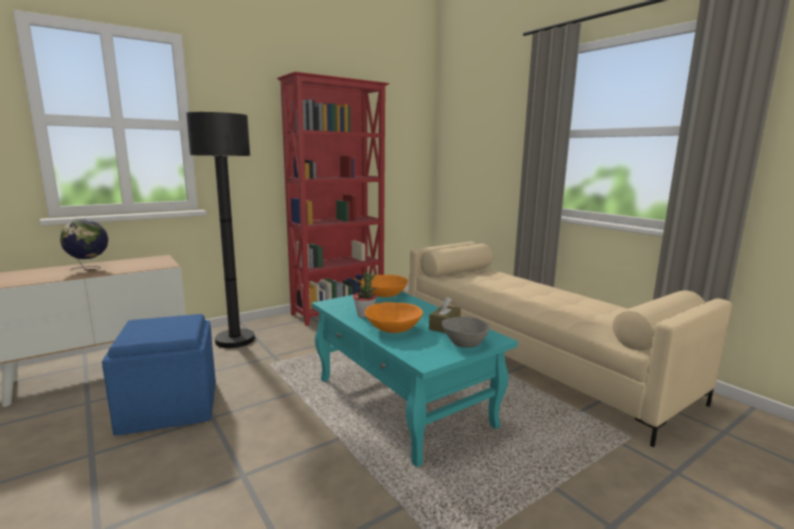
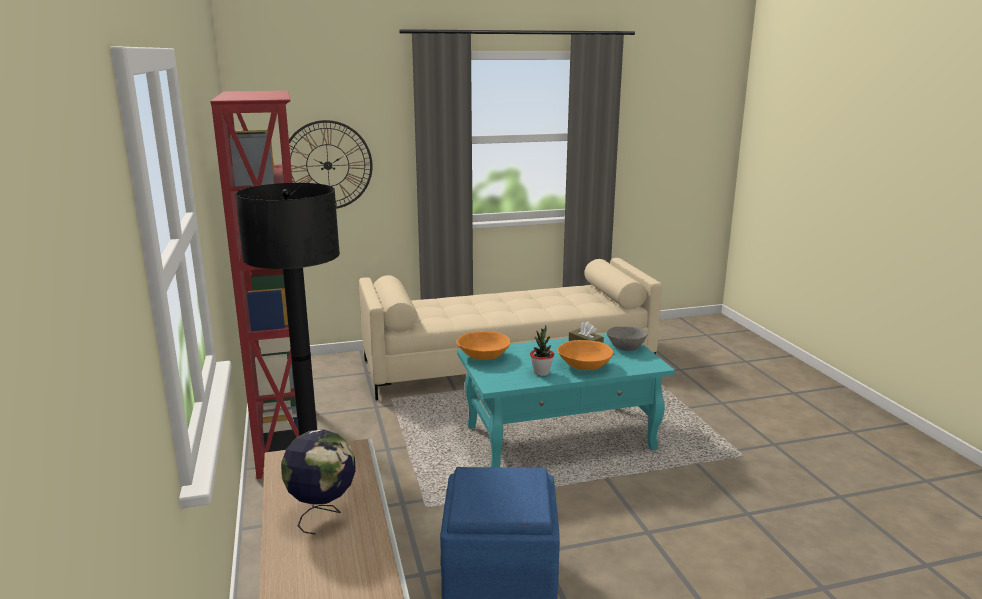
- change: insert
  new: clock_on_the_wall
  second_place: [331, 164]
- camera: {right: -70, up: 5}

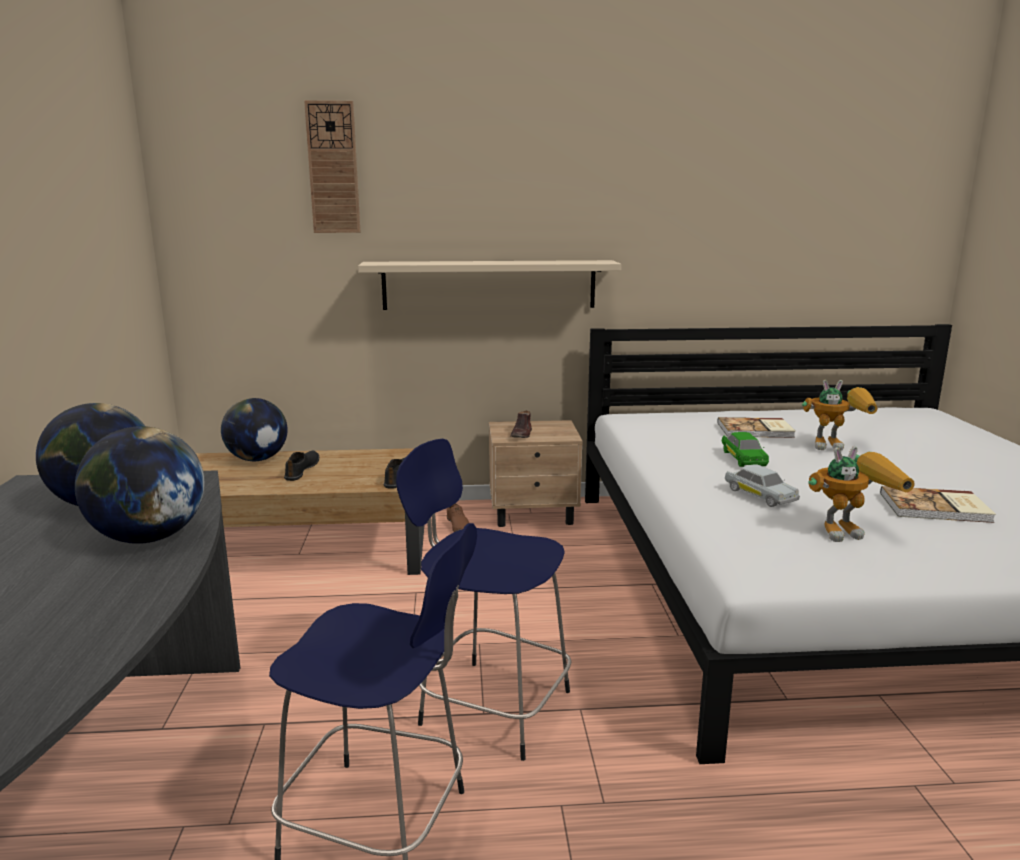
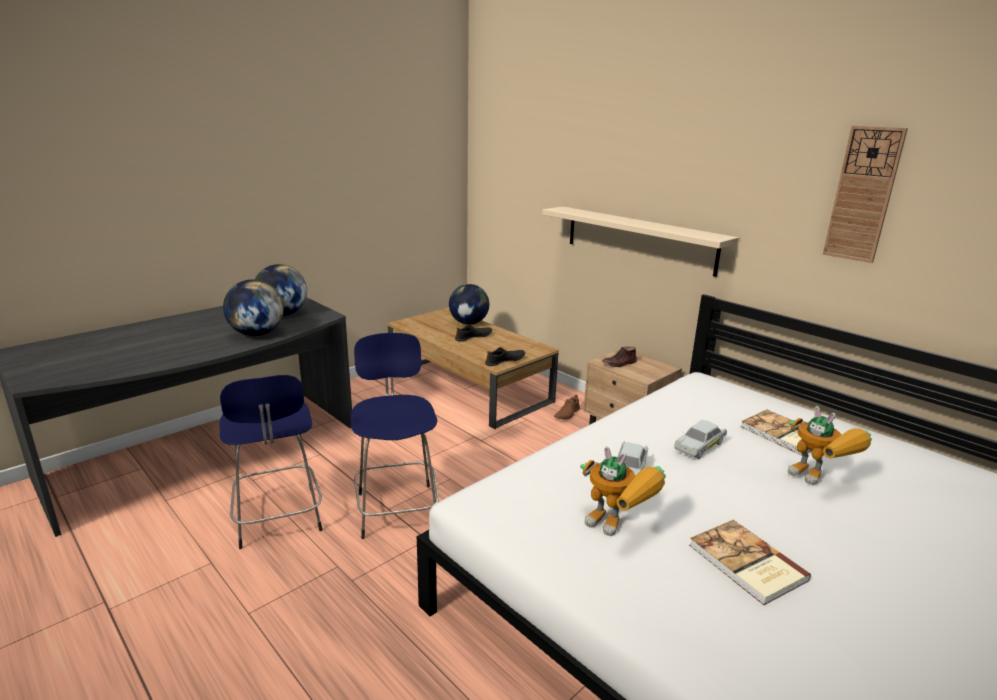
- change: move
  old: clock_on_the_wall
  first_place: [332, 166]
  second_place: [865, 194]
- change: recolor
  old: greenish_model_car
  new: white_model_car
  first_place: [745, 449]
  second_place: [700, 439]
- camera: {right: 50, up: 5}

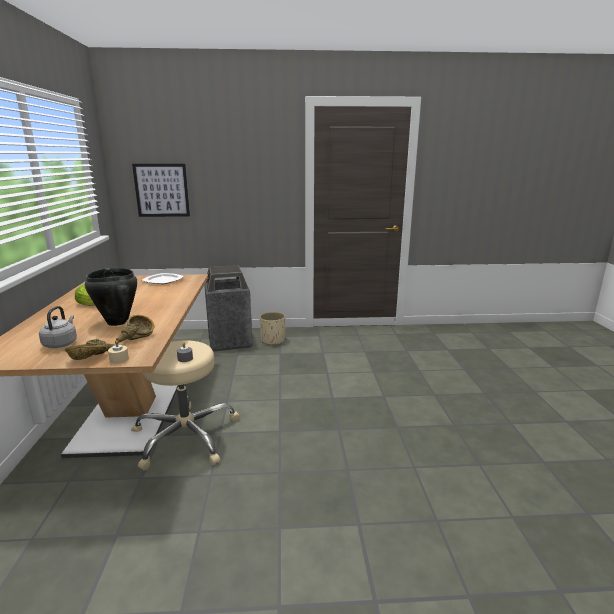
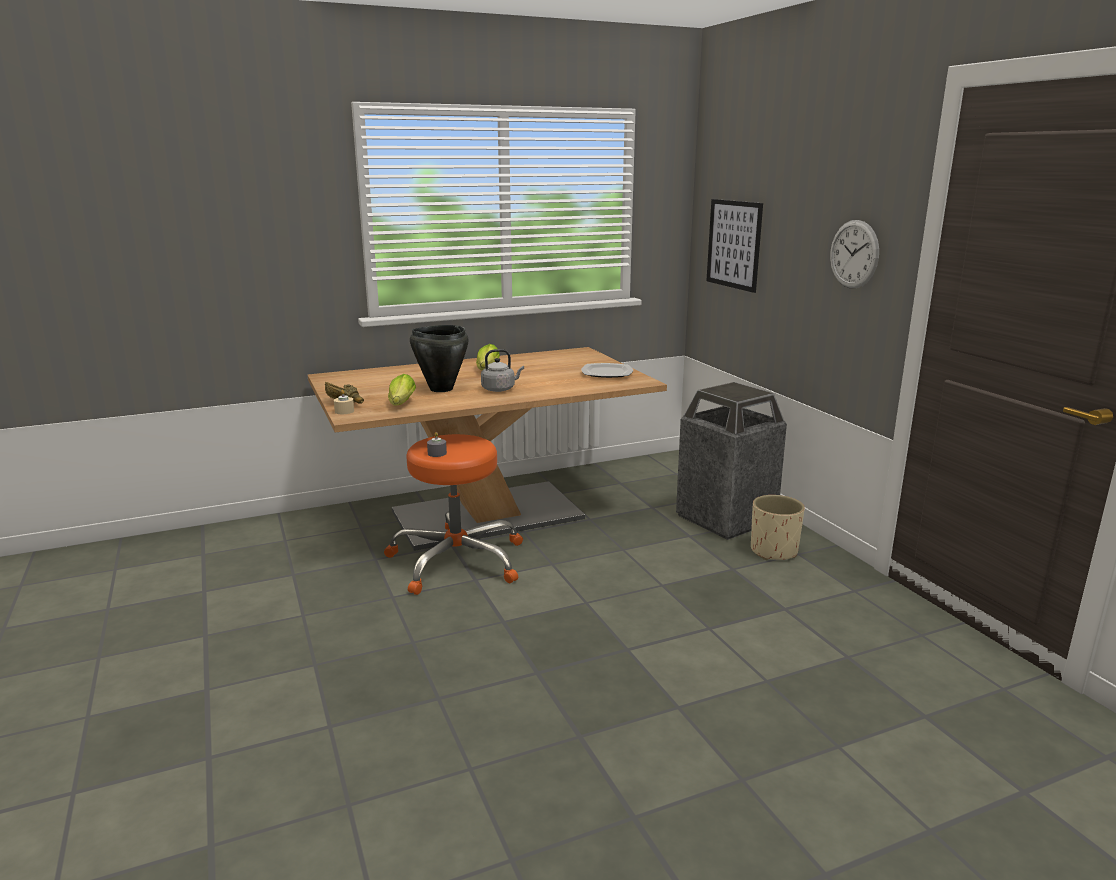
- change: move
  old: greyish_water_kettle
  first_place: [58, 327]
  second_place: [502, 370]
- change: replace
  old: brown_bowl
  new: lettuce
  first_place: [135, 329]
  second_place: [402, 390]
- change: recolor
  old: beige_stool
  new: orange-coloured_stool
  first_place: [185, 405]
  second_place: [453, 514]
- change: insert
  new: clock_on_the_wall
  second_place: [854, 254]
- camera: {right: 70, up: 0}

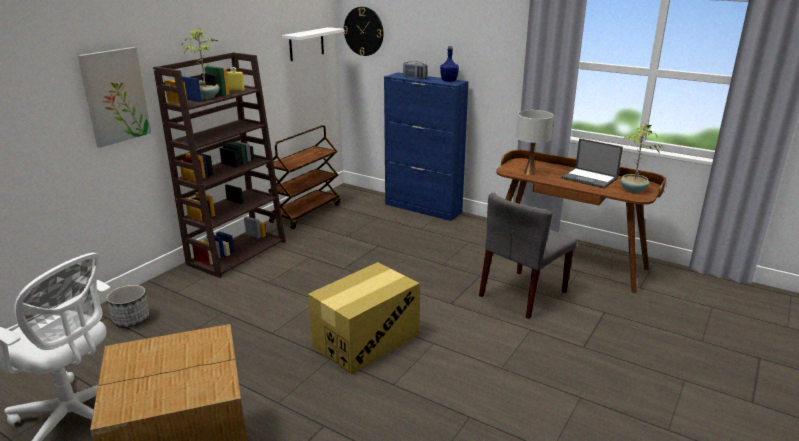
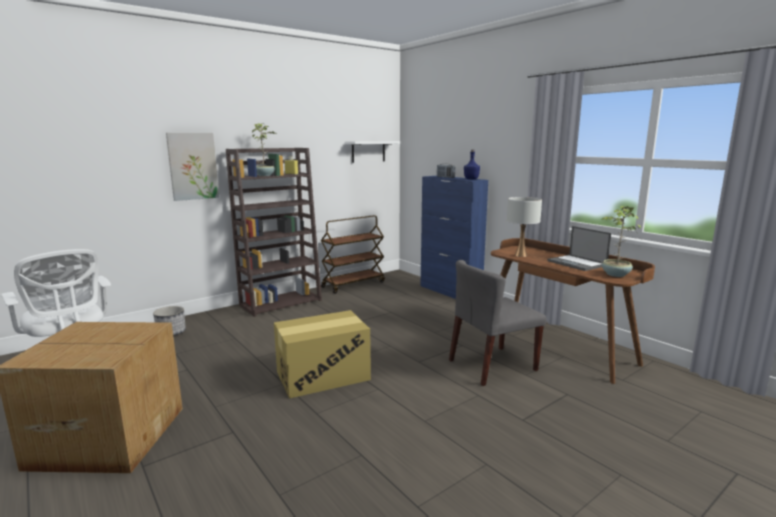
- change: delete
  old: clock_on_the_wall
  first_place: [363, 31]
- camera: {right: 20, up: -10}

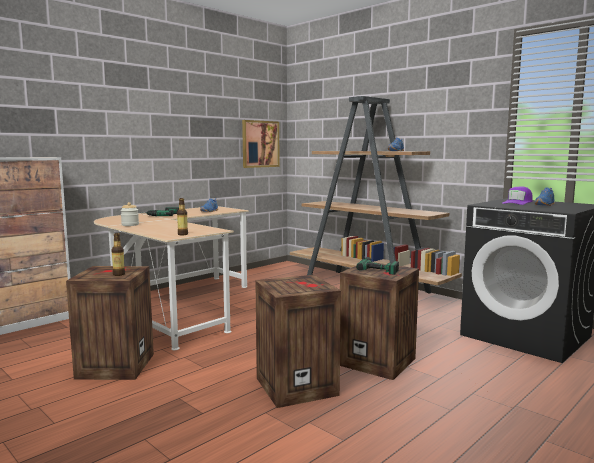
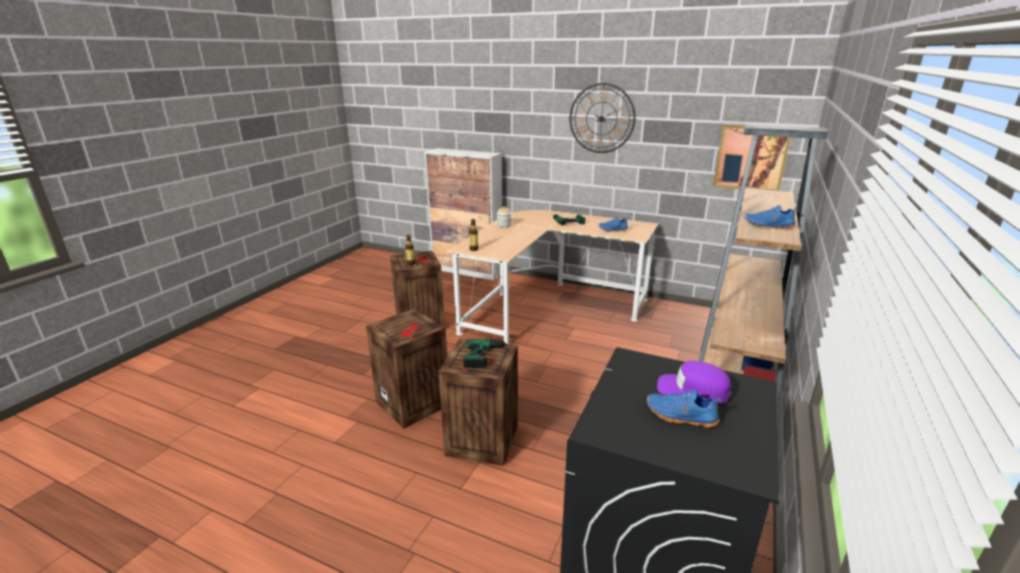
- change: insert
  new: clock_on_the_wall
  second_place: [603, 118]
- camera: {right: 70, up: 15}

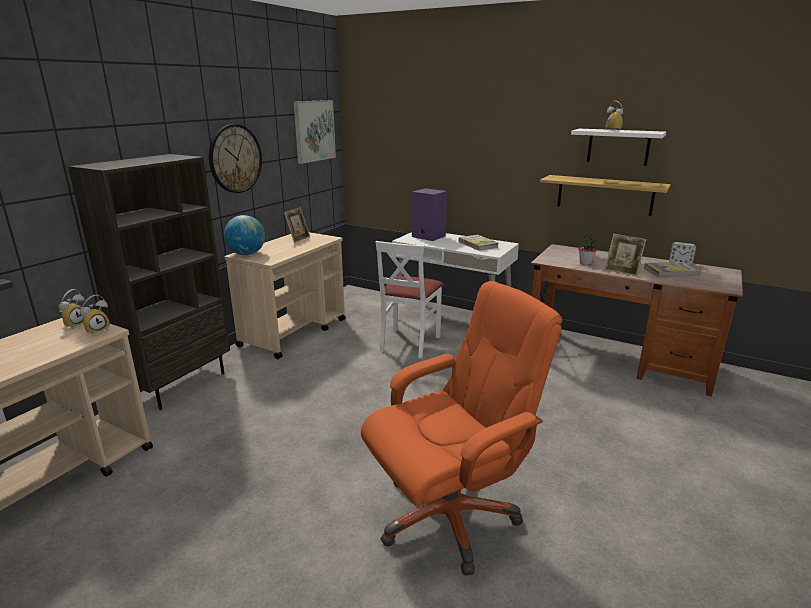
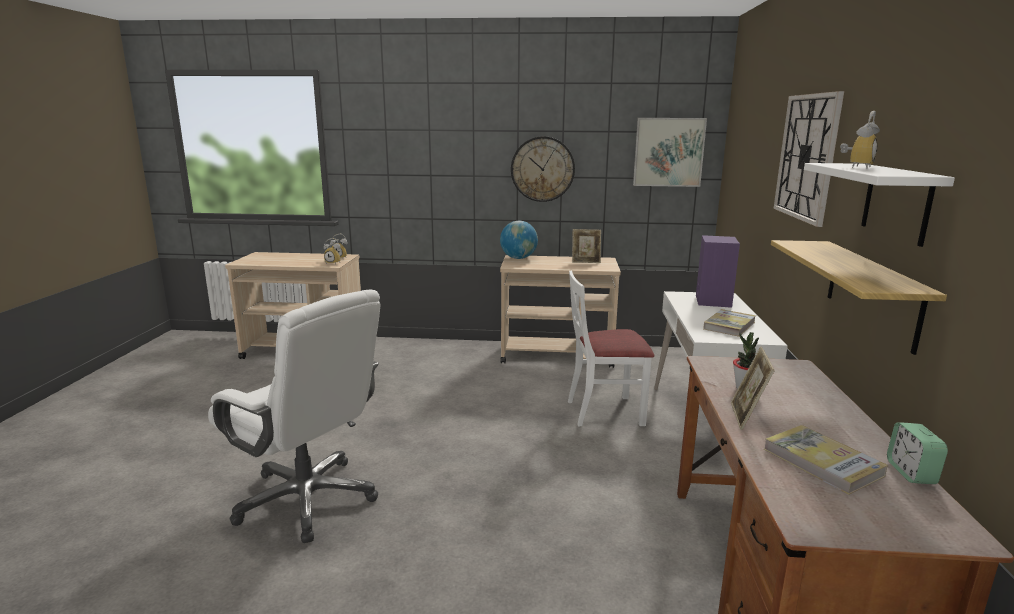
- change: delete
  old: brown_bookshelf
  first_place: [149, 282]
- change: recolor
  old: orange-coloured_office_chair
  new: white_office_chair
  first_place: [461, 428]
  second_place: [294, 416]
- change: insert
  new: clock_on_the_wall
  second_place: [808, 159]
- camera: {right: 65, up: -5}

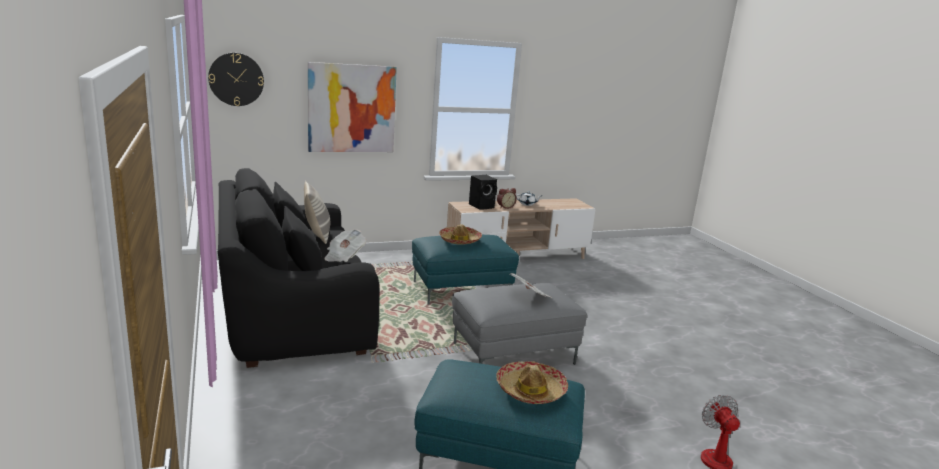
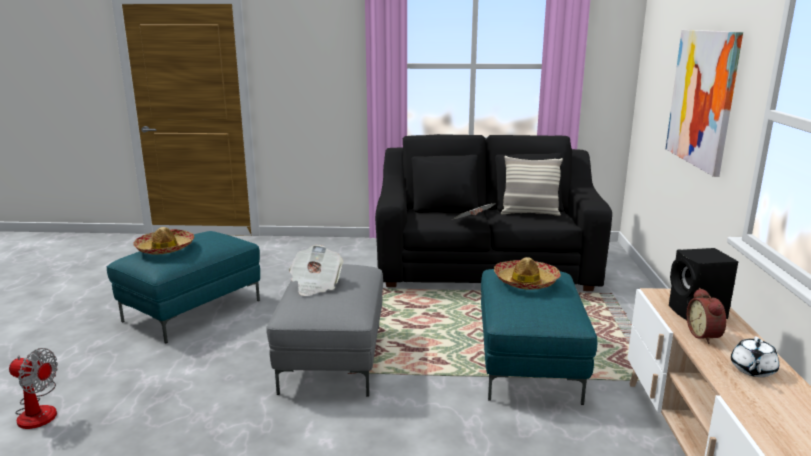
- change: delete
  old: clock_on_the_wall
  first_place: [236, 79]
- camera: {right: 115, up: 0}

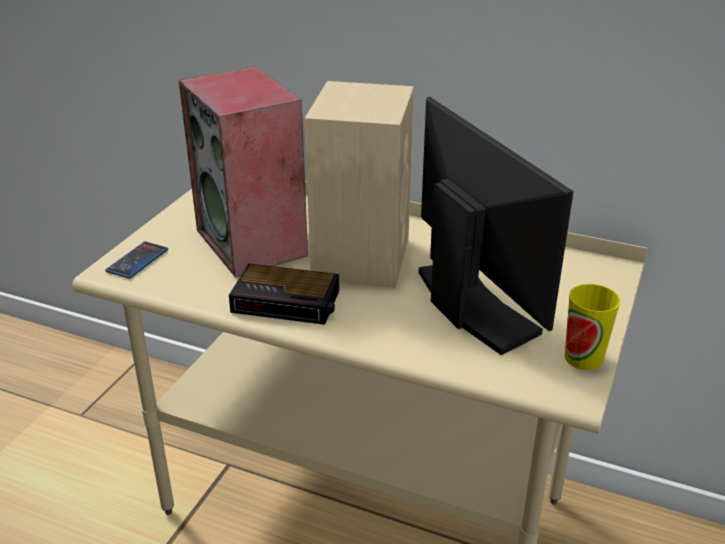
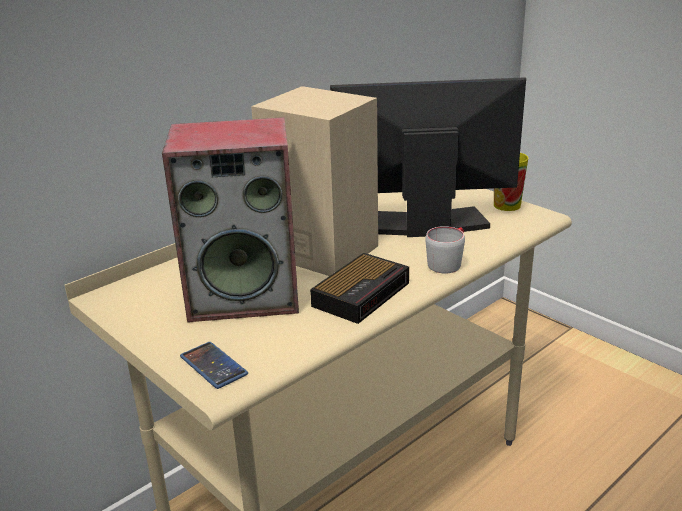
- change: insert
  new: greyish_tea_mug
  second_place: [445, 249]
- camera: {right: -65, up: -5}

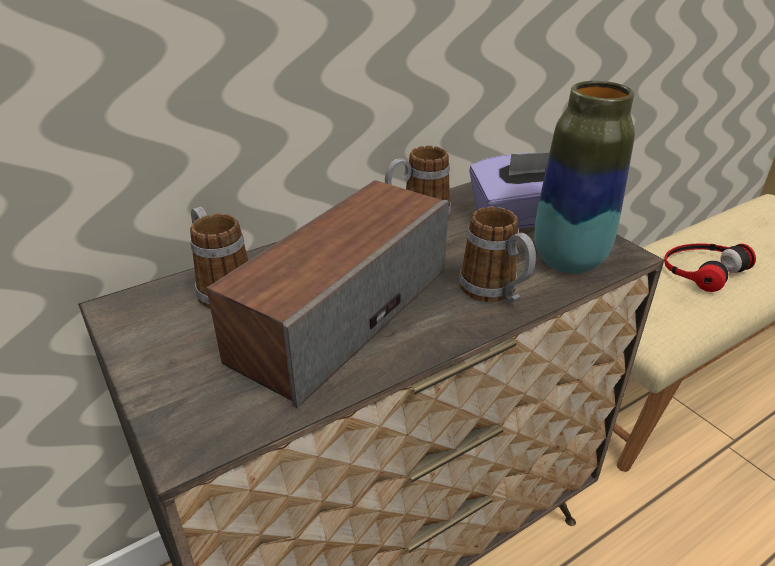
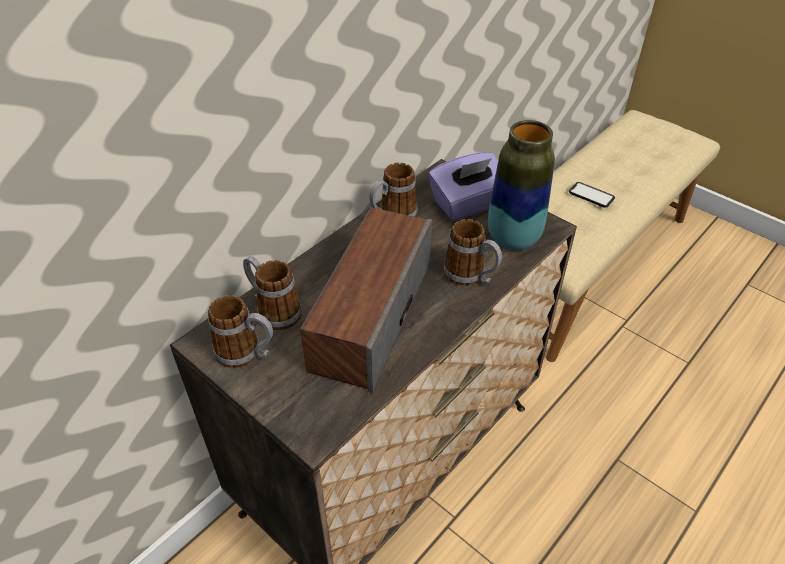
- change: replace
  old: headset
  new: phone
  first_place: [710, 267]
  second_place: [592, 195]
- change: insert
  new: tea_mug
  second_place: [240, 331]
- camera: {right: -15, up: 10}

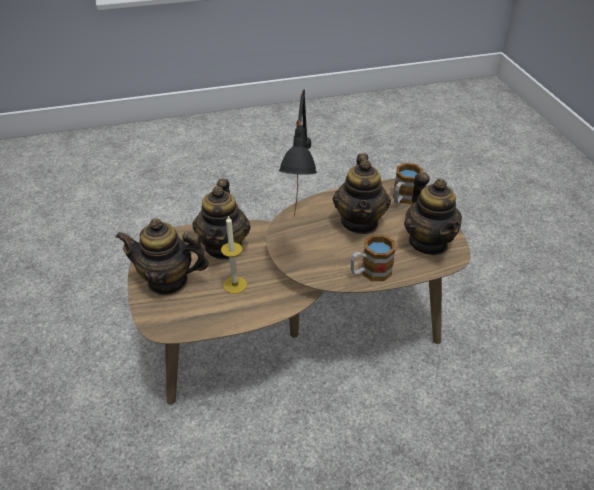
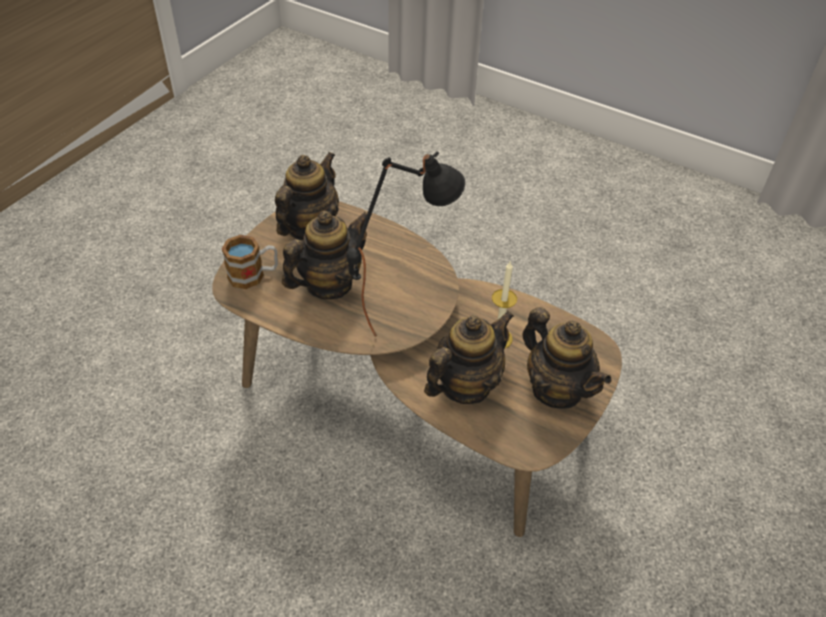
- change: delete
  old: tea_mug
  first_place: [373, 258]
- camera: {right: -135, up: 5}

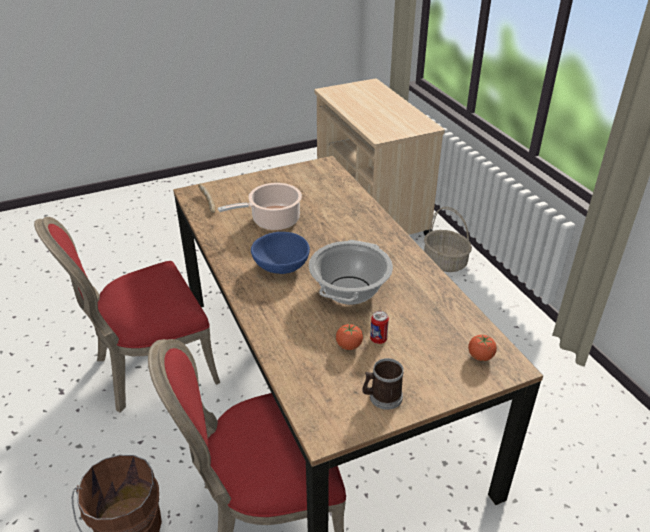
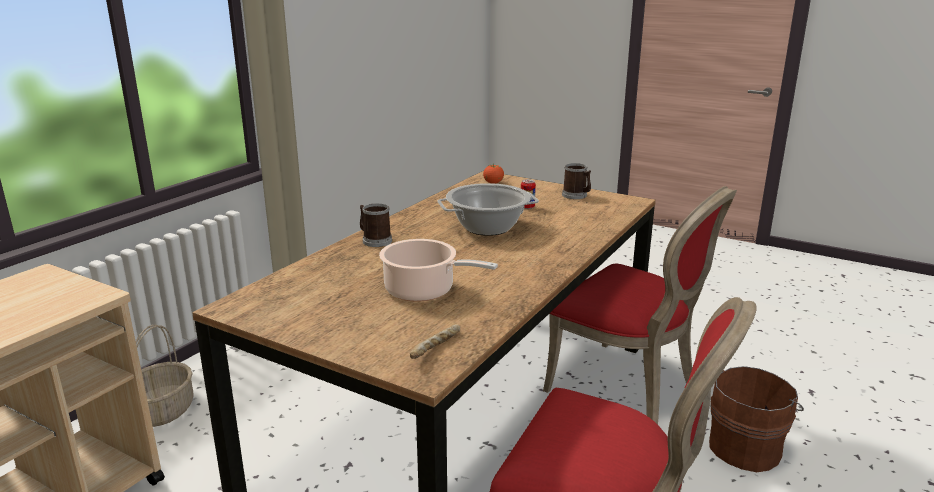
- change: delete
  old: blue_bowl
  first_place: [280, 253]
- change: delete
  old: tomato
  first_place: [349, 337]
- change: insert
  new: tea_mug
  second_place: [376, 225]
- camera: {right: -125, up: -15}

